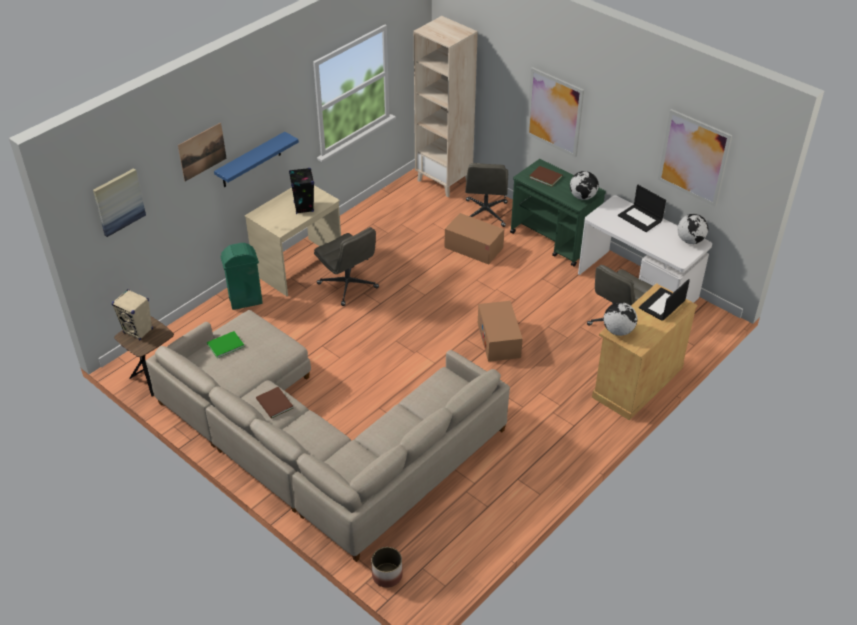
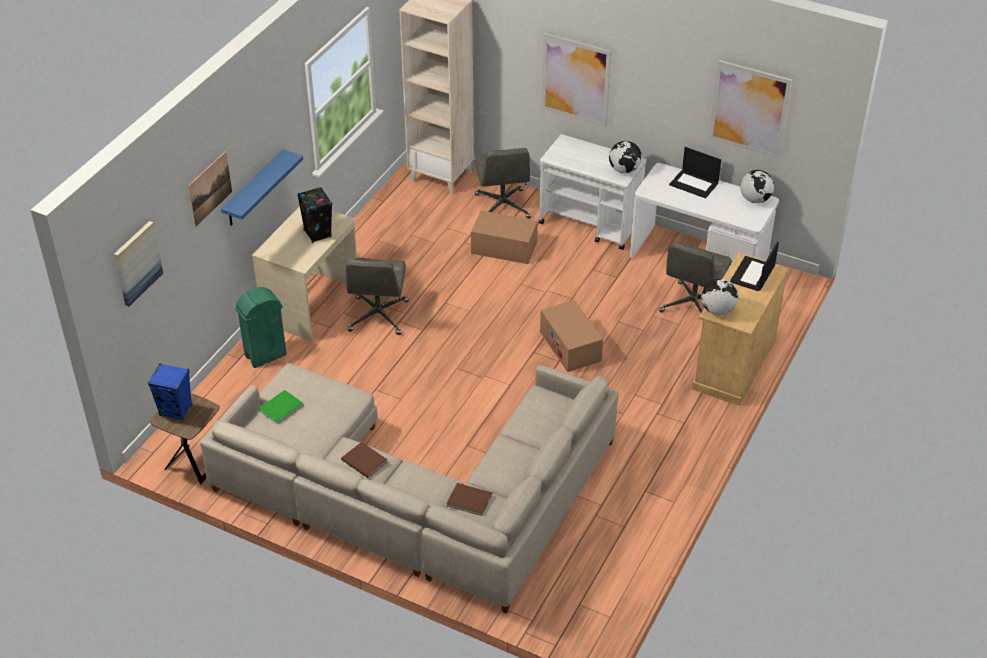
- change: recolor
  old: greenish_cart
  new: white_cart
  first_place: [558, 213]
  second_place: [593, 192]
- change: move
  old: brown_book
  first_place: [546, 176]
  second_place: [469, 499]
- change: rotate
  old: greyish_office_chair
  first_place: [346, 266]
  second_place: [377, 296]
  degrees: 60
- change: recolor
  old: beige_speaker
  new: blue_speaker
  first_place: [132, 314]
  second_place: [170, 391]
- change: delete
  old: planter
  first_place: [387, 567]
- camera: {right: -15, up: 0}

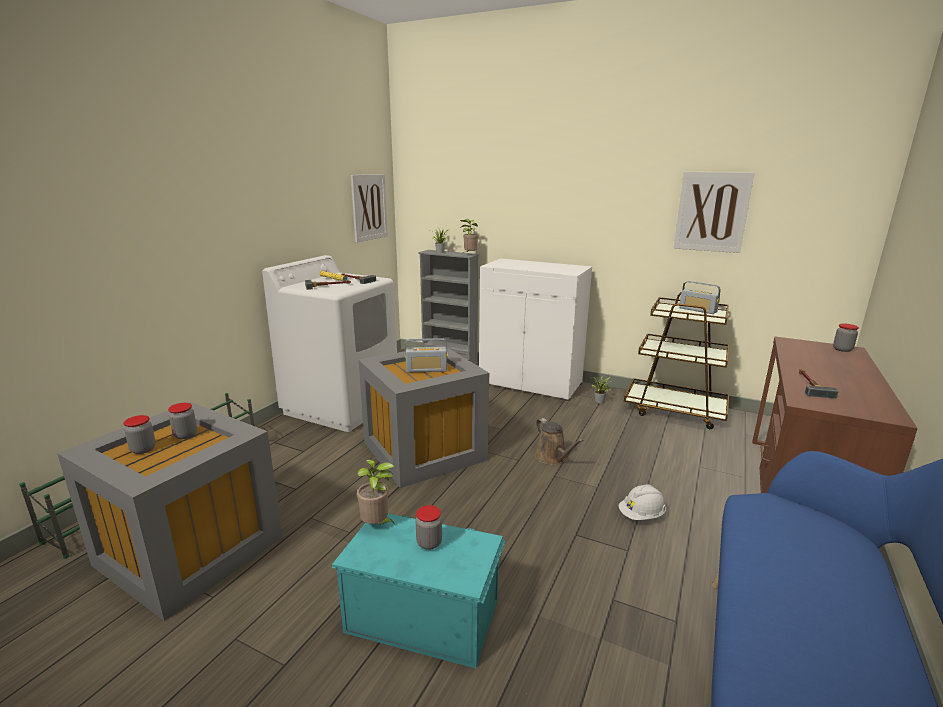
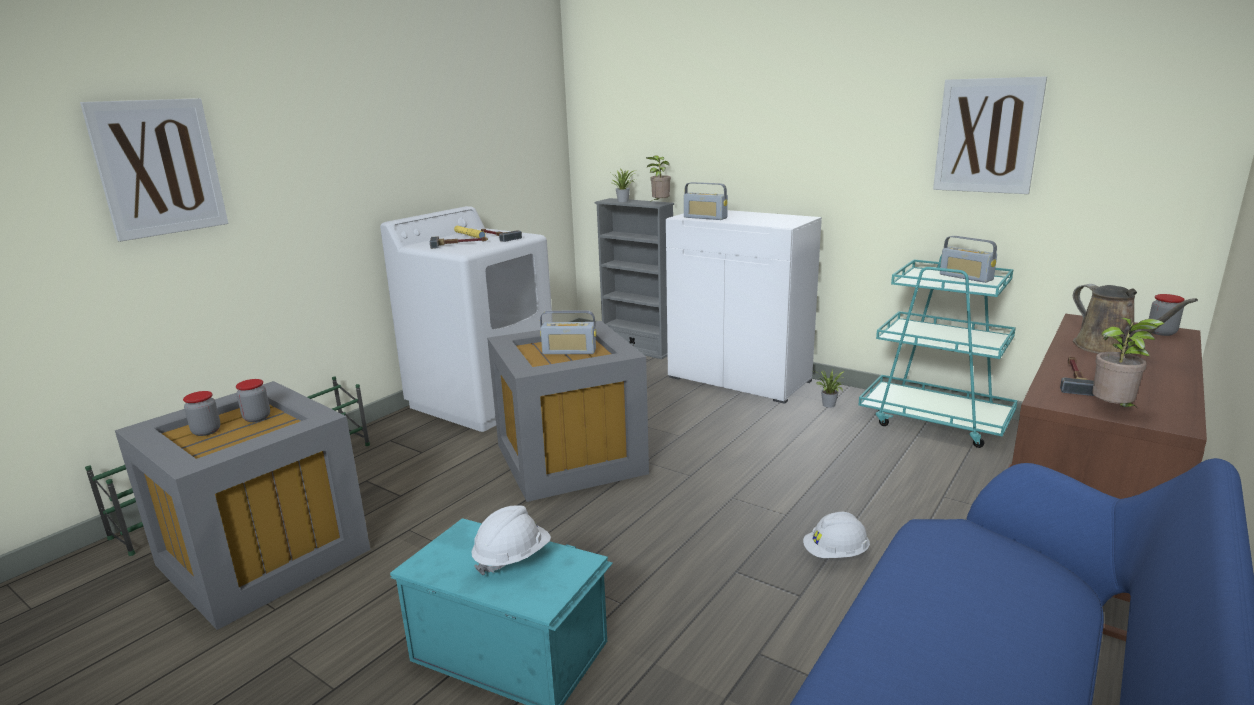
- change: move
  old: wall_art
  first_place: [369, 208]
  second_place: [154, 170]
- change: recolor
  old: brown_cart
  new: turquoise_cart
  first_place: [676, 360]
  second_place: [938, 351]
- change: move
  old: brown_watering_can
  first_place: [559, 441]
  second_place: [1135, 319]
- change: move
  old: houseplant
  first_place: [375, 492]
  second_place: [1128, 364]
- change: replace
  old: jar
  new: white_work_helmet
  first_place: [429, 527]
  second_place: [511, 540]
- change: insert
  new: radio_set
  second_place: [706, 201]
- camera: {right: 10, up: 0}

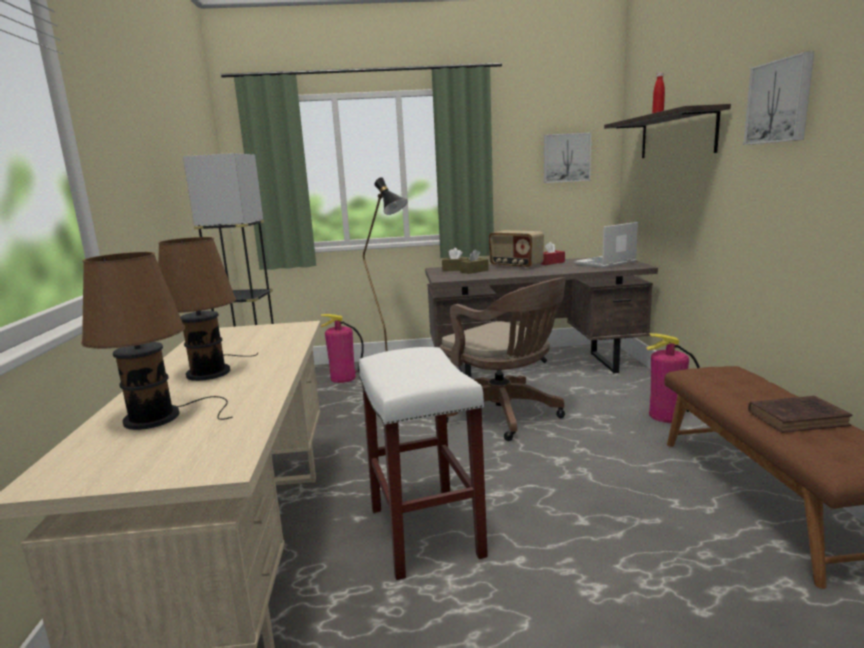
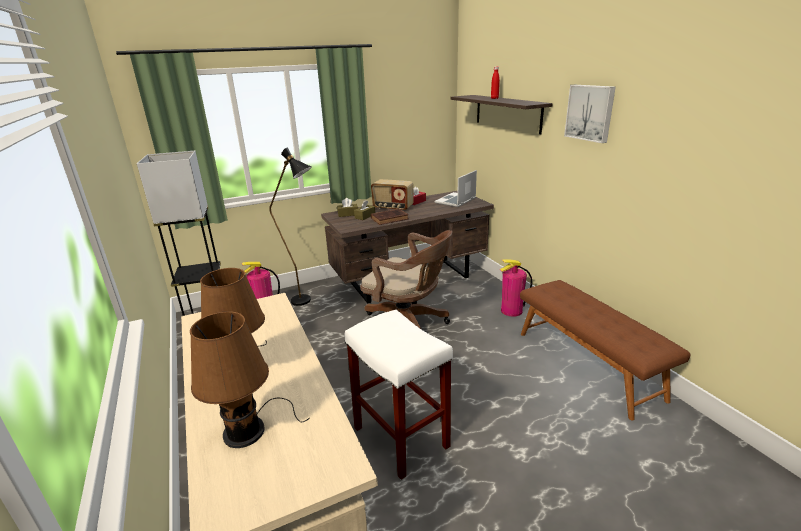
- change: delete
  old: wall_art
  first_place: [567, 158]
- change: move
  old: brown_book
  first_place: [800, 414]
  second_place: [389, 217]
- camera: {right: -20, up: 10}

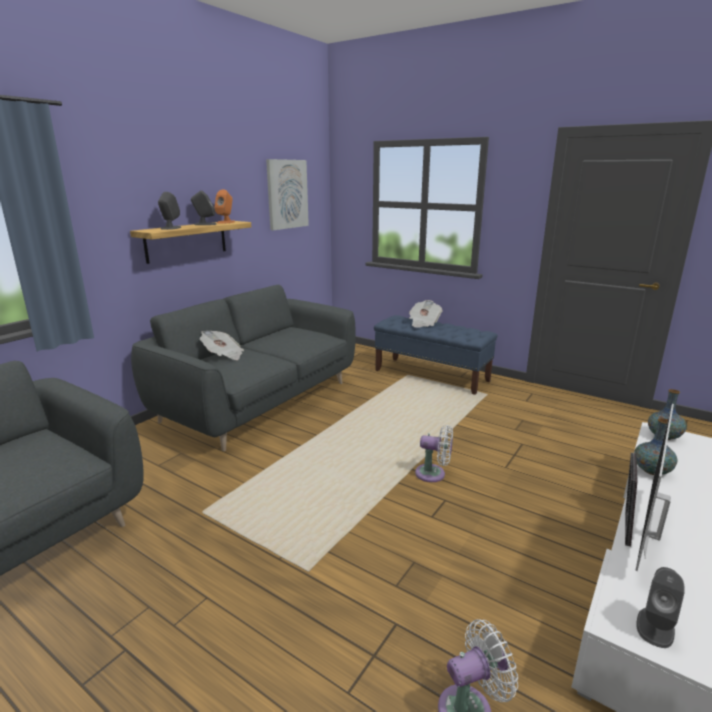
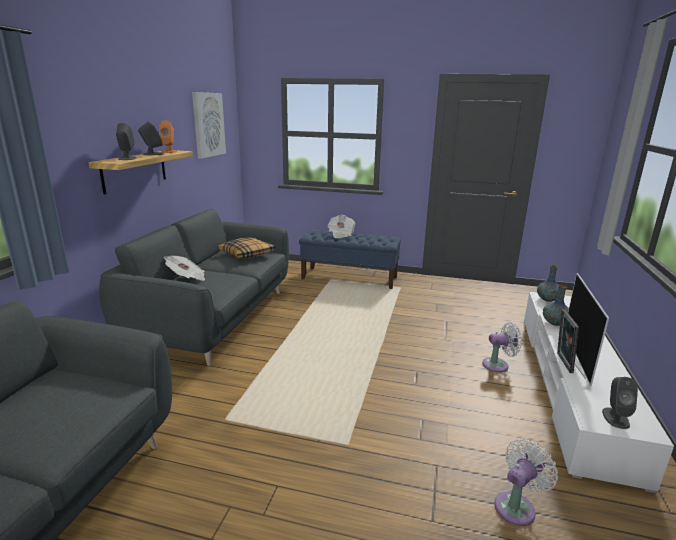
- change: move
  old: white_fan
  first_place: [434, 453]
  second_place: [502, 347]
- change: insert
  new: pillow
  second_place: [246, 248]
- camera: {right: -20, up: 0}

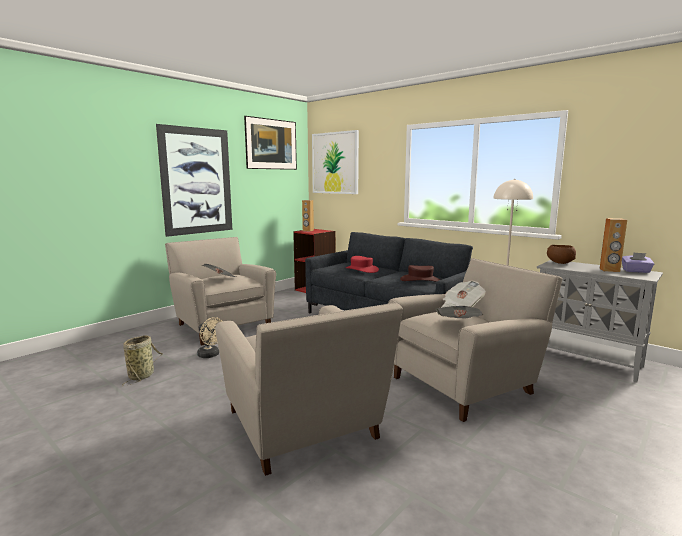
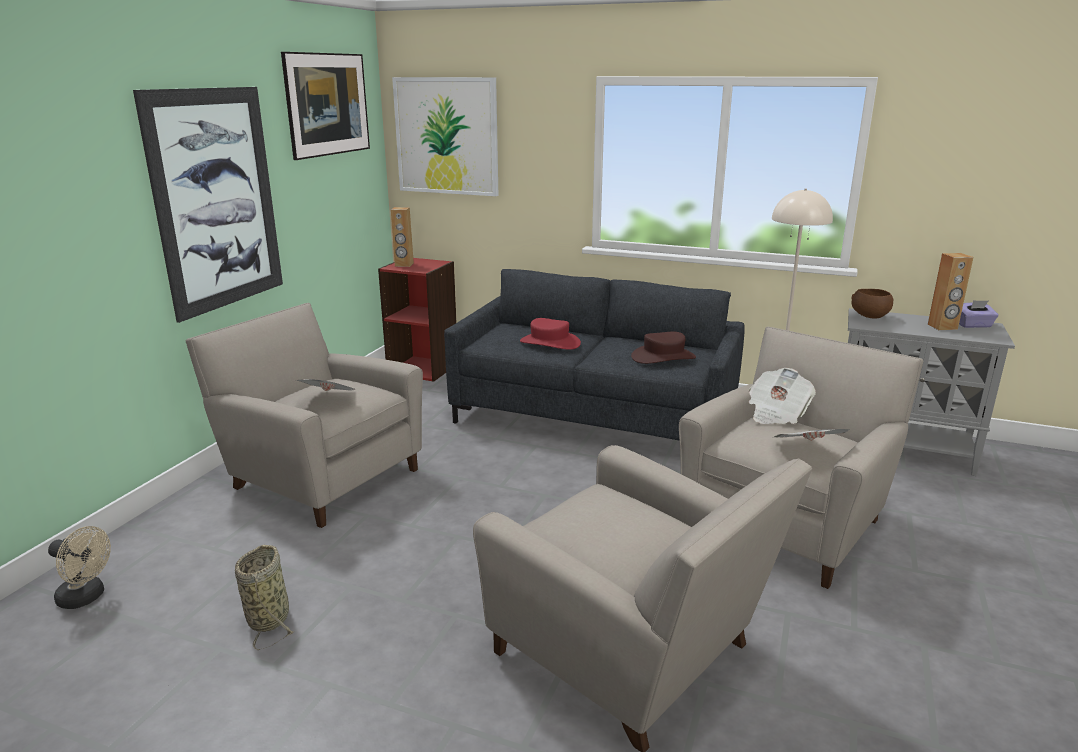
- change: move
  old: beige_fan
  first_place: [209, 337]
  second_place: [79, 567]
- camera: {right: -20, up: 10}

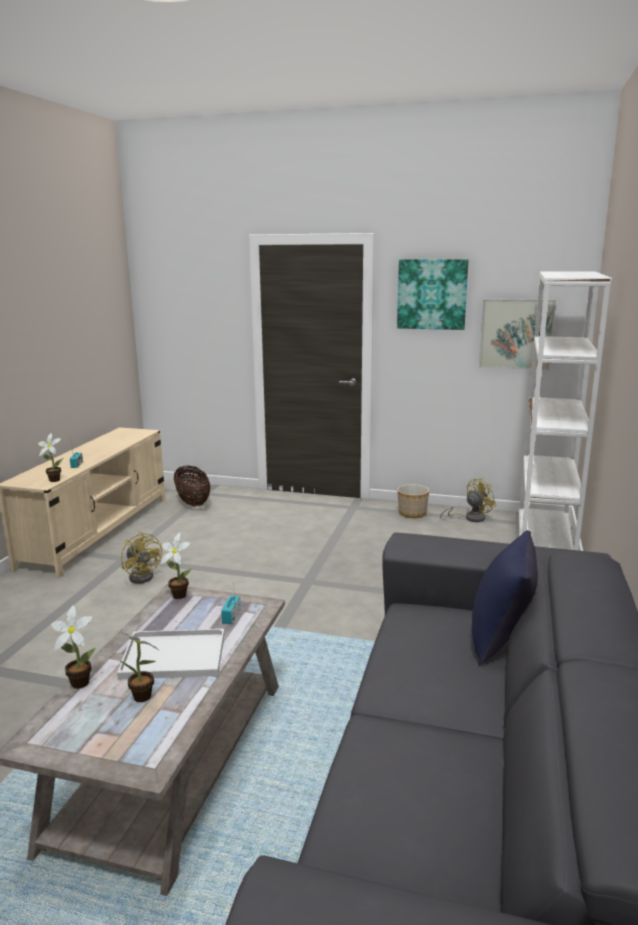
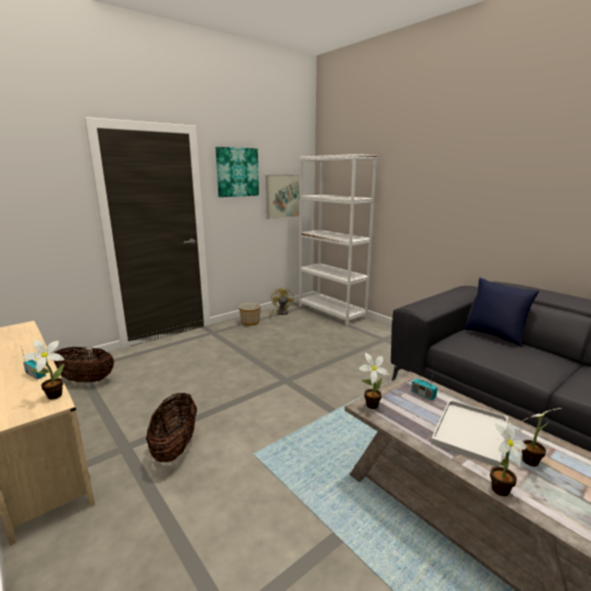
- change: replace
  old: yellowish_fan
  new: basket
  first_place: [141, 558]
  second_place: [171, 427]
- camera: {right: -55, up: 0}

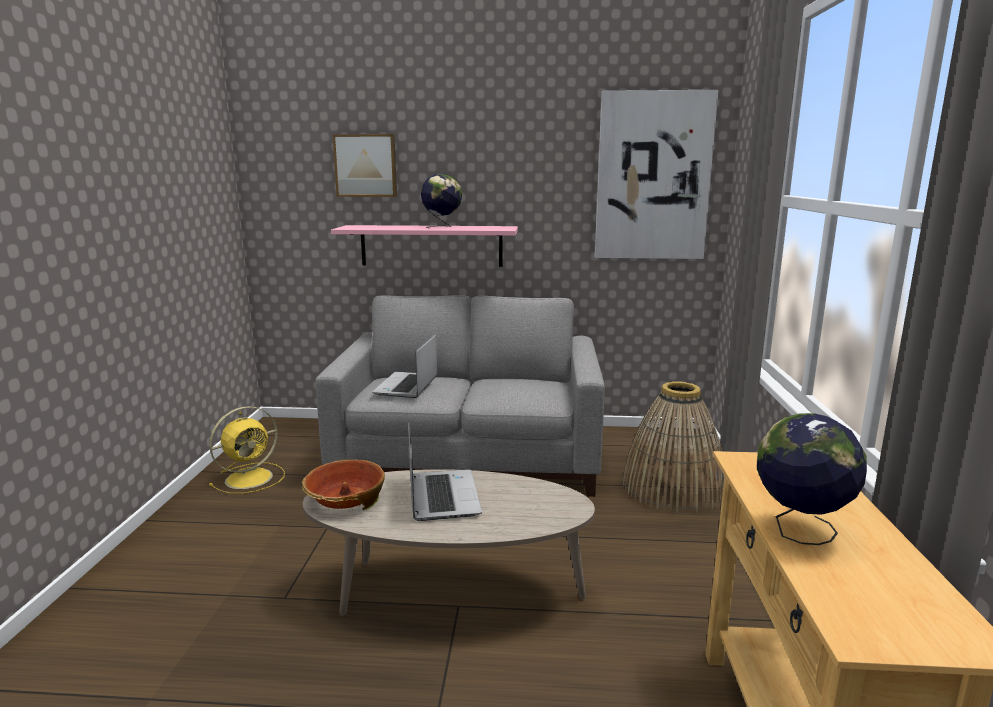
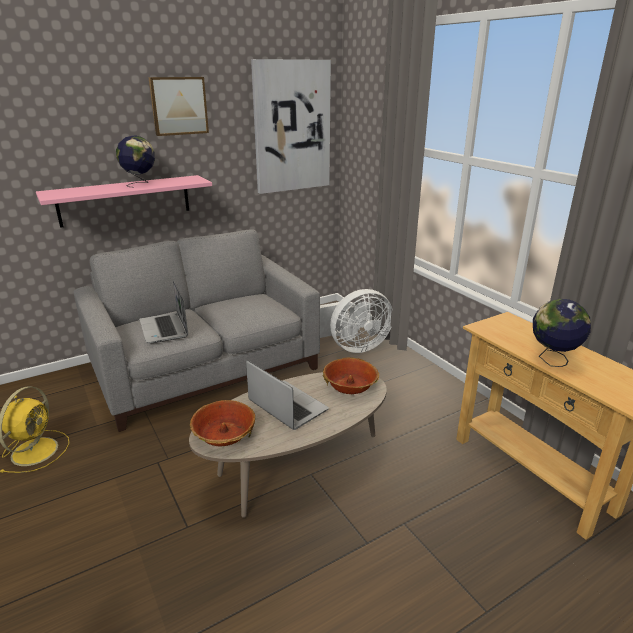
- change: move
  old: wall_art
  first_place: [364, 165]
  second_place: [178, 106]
- change: replace
  old: basket
  new: white_fan
  first_place: [673, 447]
  second_place: [356, 321]
- change: insert
  new: bowl
  second_place: [351, 375]
- camera: {right: -35, up: 10}

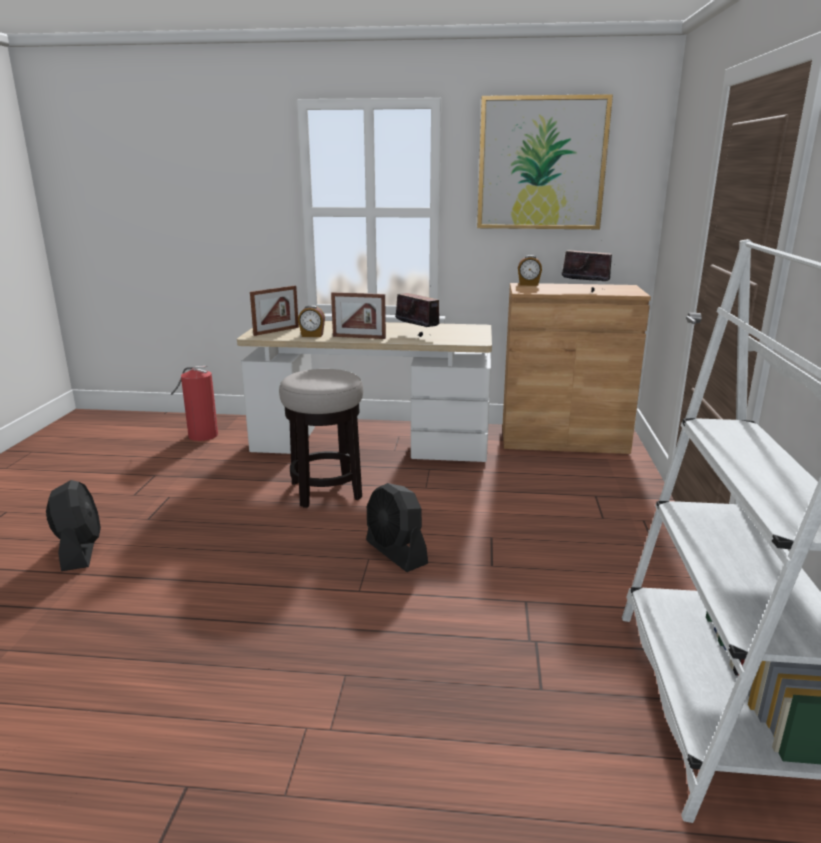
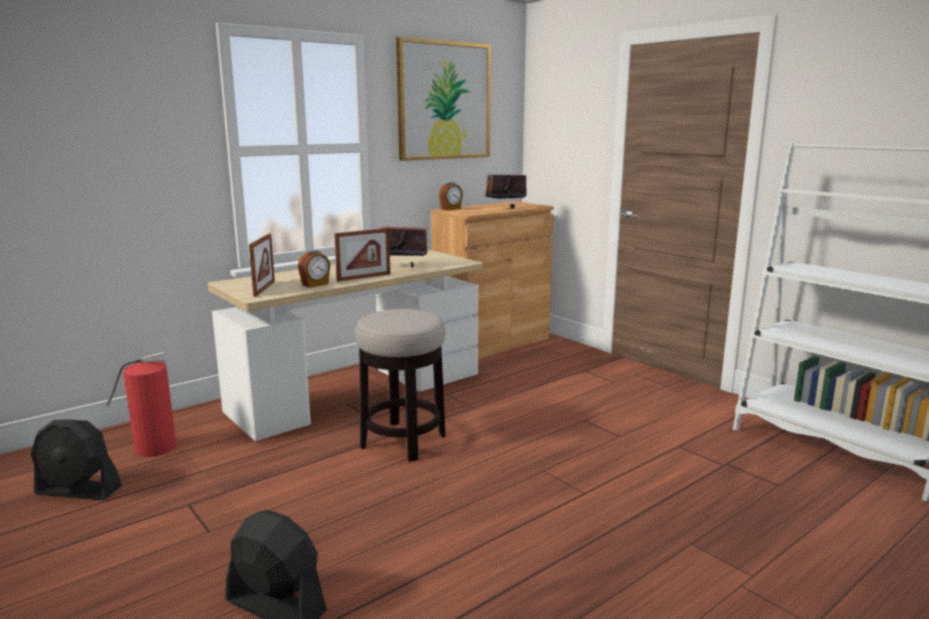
- change: move
  old: black_fan
  first_place: [397, 527]
  second_place: [76, 460]
- camera: {right: -45, up: -5}

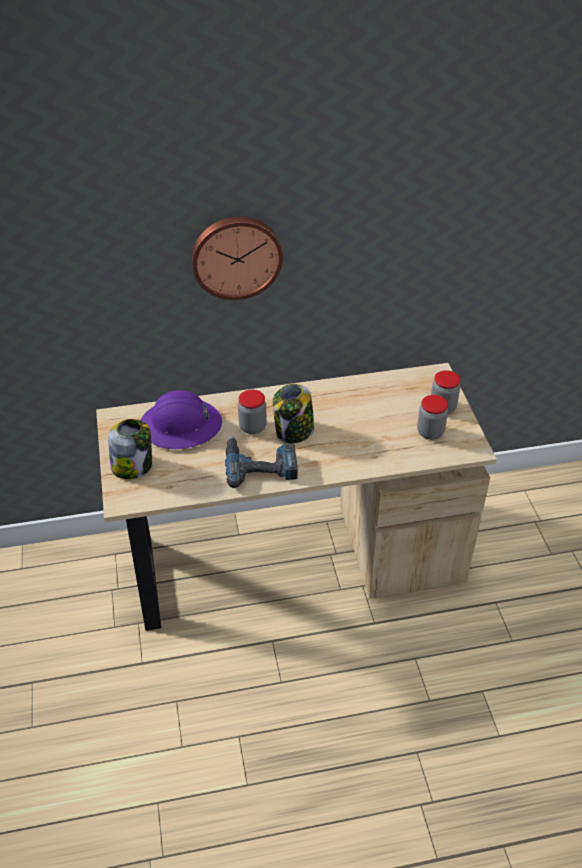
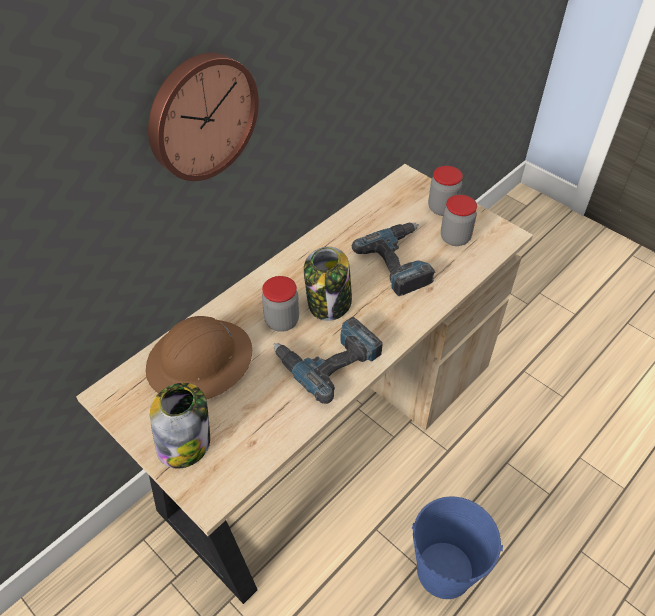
- change: recolor
  old: purplish_work_helmet
  new: brown_work_helmet
  first_place: [181, 419]
  second_place: [199, 358]
- change: insert
  new: power_drill
  second_place: [393, 259]
- change: insert
  new: blue_pail
  second_place: [457, 548]
- camera: {right: -35, up: 5}

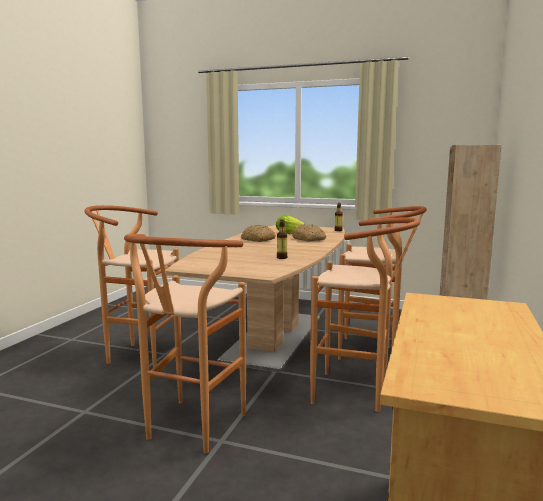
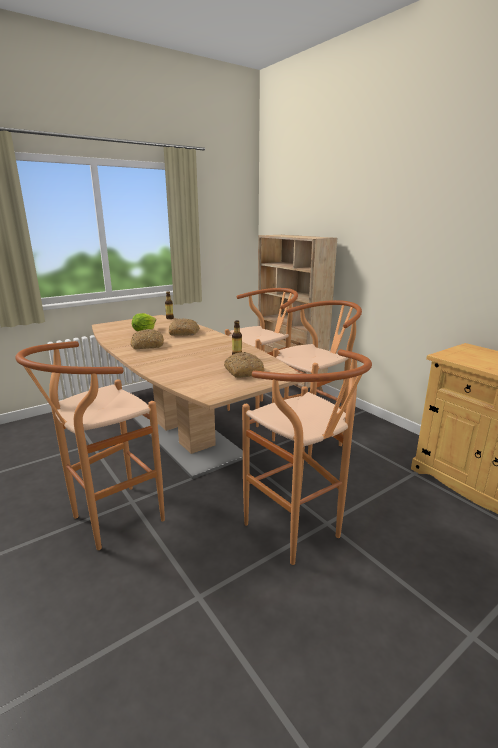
- change: insert
  new: baked_bread
  second_place: [244, 365]
- camera: {right: -55, up: 10}

